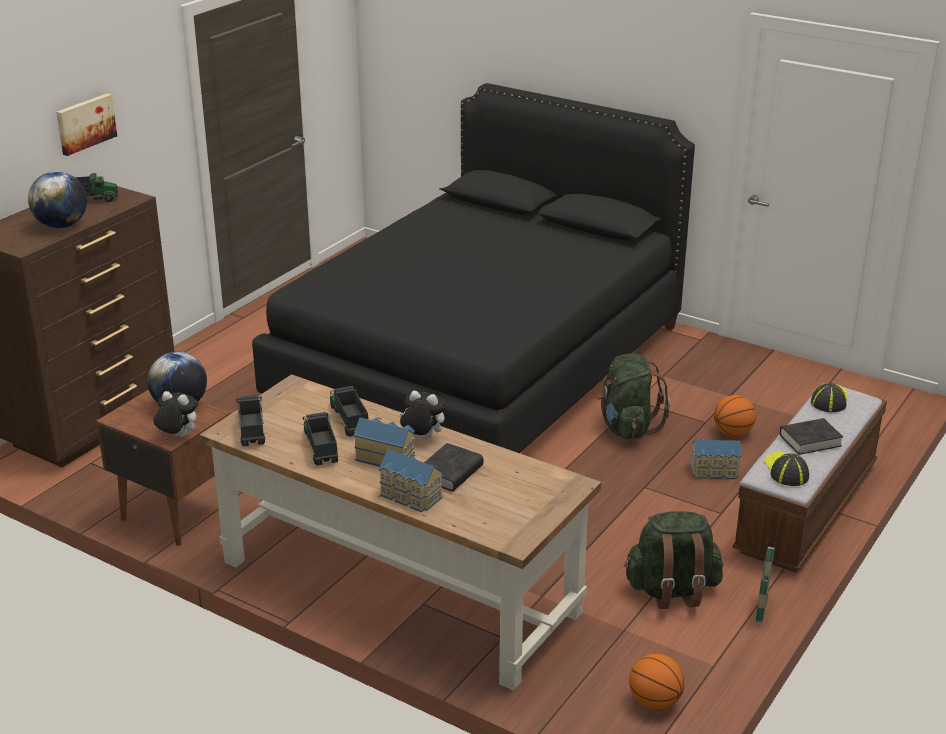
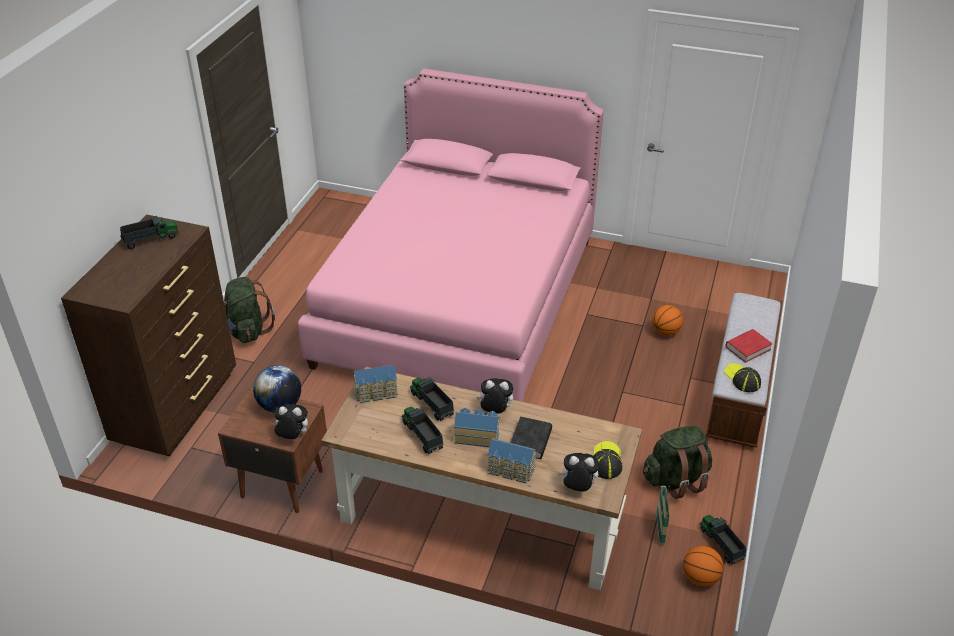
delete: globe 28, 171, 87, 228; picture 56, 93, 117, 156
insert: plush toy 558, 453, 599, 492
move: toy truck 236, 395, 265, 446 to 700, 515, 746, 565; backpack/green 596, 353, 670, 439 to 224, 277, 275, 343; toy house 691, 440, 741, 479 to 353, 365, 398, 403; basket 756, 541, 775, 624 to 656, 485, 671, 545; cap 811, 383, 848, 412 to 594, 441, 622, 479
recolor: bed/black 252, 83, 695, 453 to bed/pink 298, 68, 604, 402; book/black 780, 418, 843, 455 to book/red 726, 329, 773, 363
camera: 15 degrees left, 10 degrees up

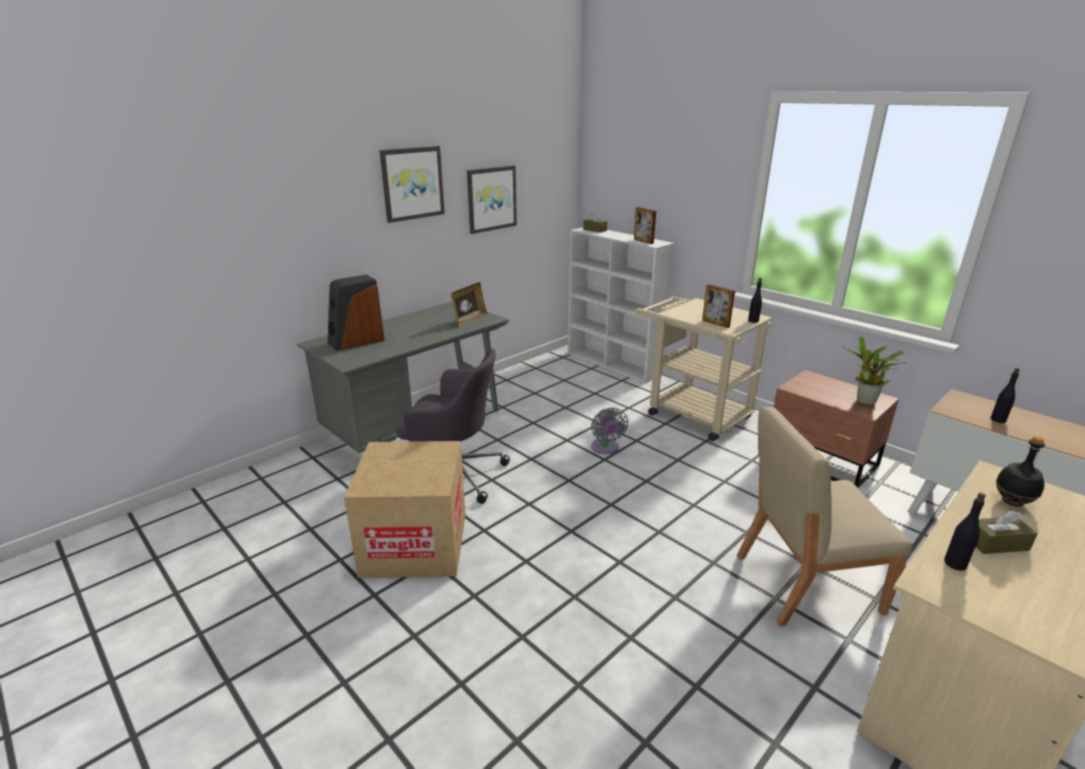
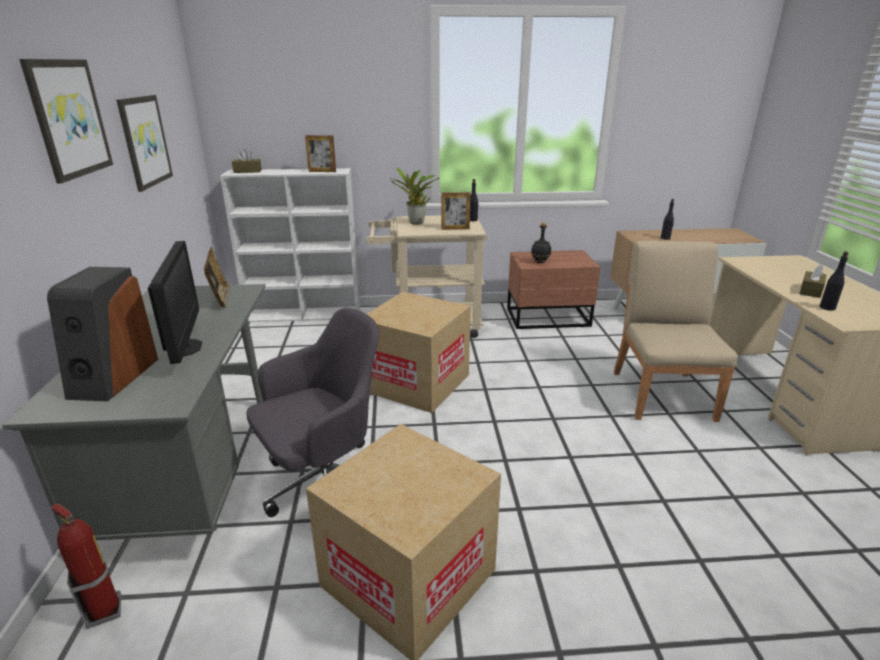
insert: fire extinguisher 51, 503, 121, 629; monitor 148, 241, 202, 364
move: potted plant 842, 336, 907, 405 to 389, 168, 440, 225; bottle/black 996, 436, 1045, 506 to 531, 223, 551, 263
replace: fan/grey 591, 408, 628, 454 to cardboard box 367, 292, 471, 413
rotate: chair/beige 737, 407, 912, 627 = 614, 241, 738, 422 150 degrees clockwise
camera: 50 degrees left, 0 degrees up

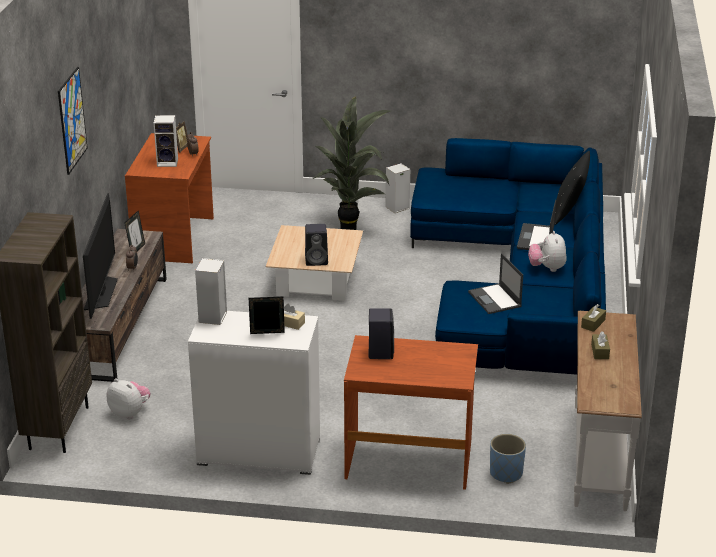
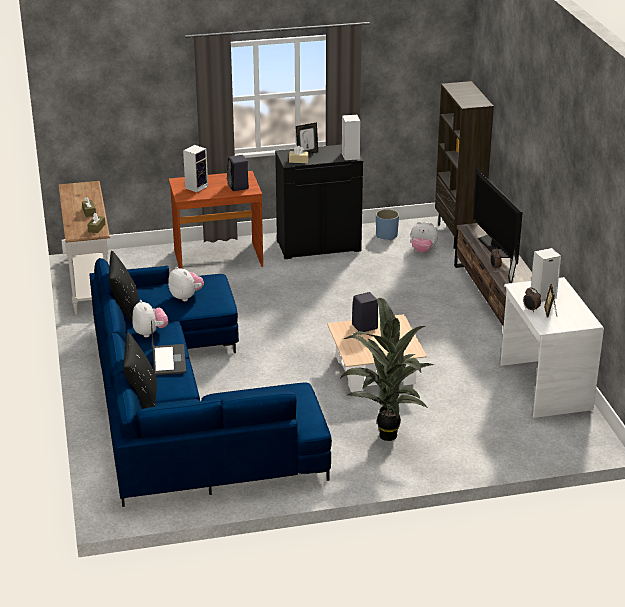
delete: picture 58, 67, 88, 175
insert: pillow/black 109, 250, 139, 321
move: speaker 386, 163, 410, 213 to 183, 145, 208, 192; planter/blue 490, 434, 526, 484 to 376, 209, 399, 240
replace: laptop 468, 253, 523, 314 to plush toy 168, 266, 204, 301
recolor: desk/brown 125, 133, 214, 263 to desk/white 500, 277, 604, 418; cabinet/white 188, 311, 320, 475 to cabinet/black 275, 144, 363, 259
camera: 160 degrees right, 0 degrees up

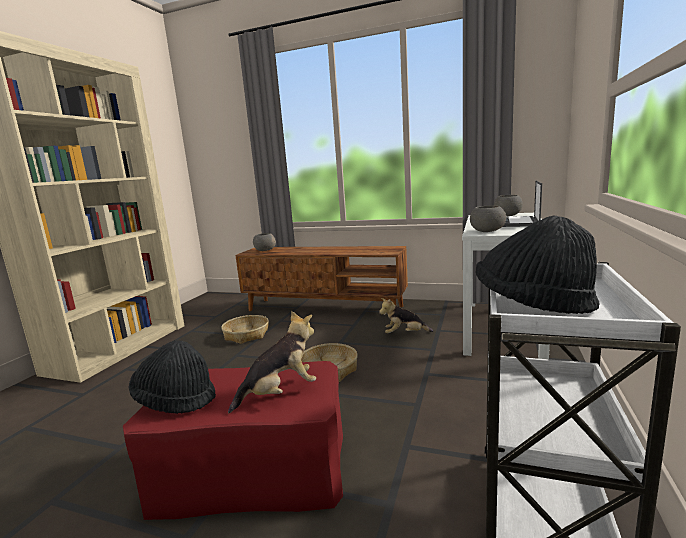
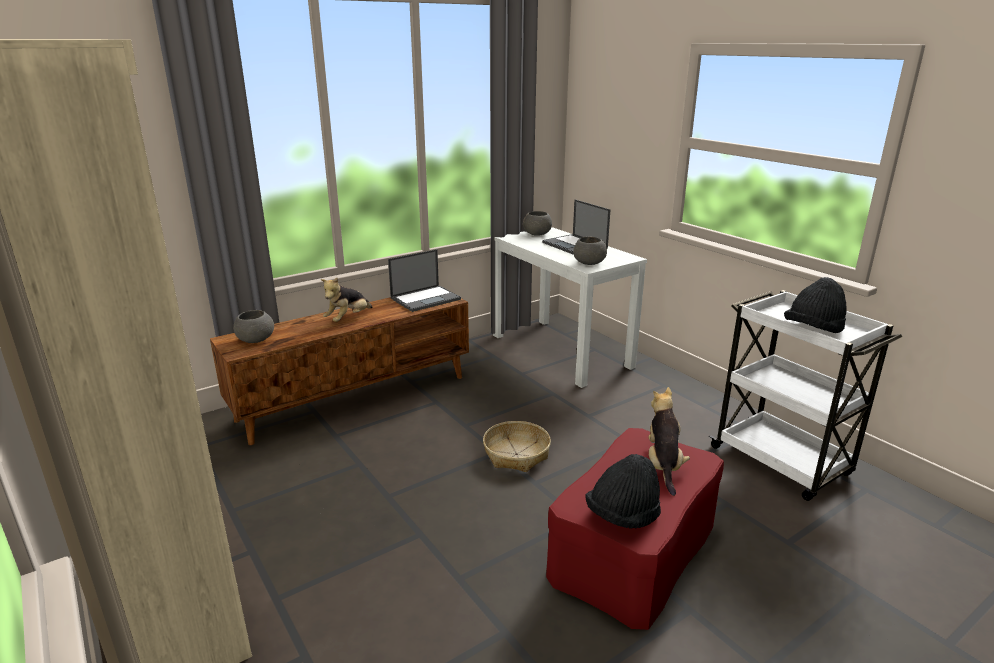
delete: basket 221, 315, 269, 344
insert: laptop 388, 249, 461, 312
move: plush toy 379, 298, 433, 333 to 321, 278, 373, 322
camera: 55 degrees left, 10 degrees up

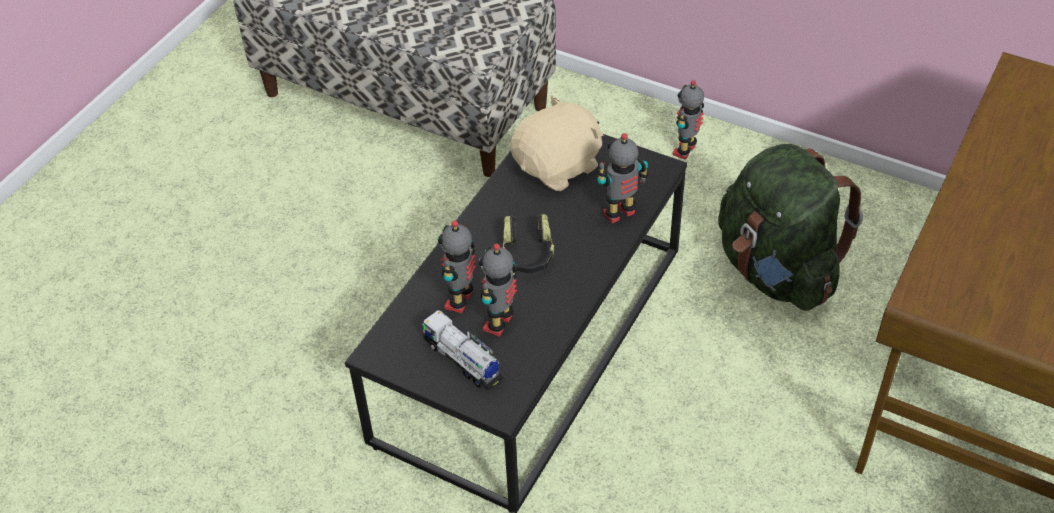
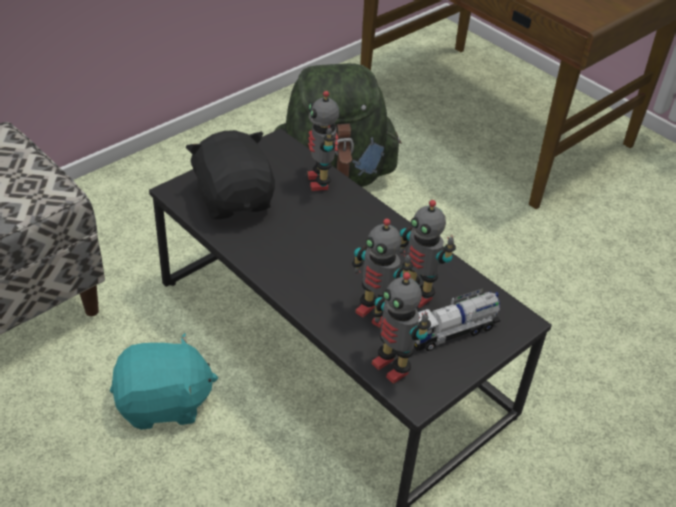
delete: headphones 502, 214, 554, 273
insert: plush toy/turquoise 110, 333, 218, 430
move: toy robot 672, 80, 704, 160 to 372, 272, 431, 384
recolor: plush toy/beige 510, 95, 603, 192 to plush toy/black 185, 130, 275, 219
camera: 75 degrees left, 5 degrees down

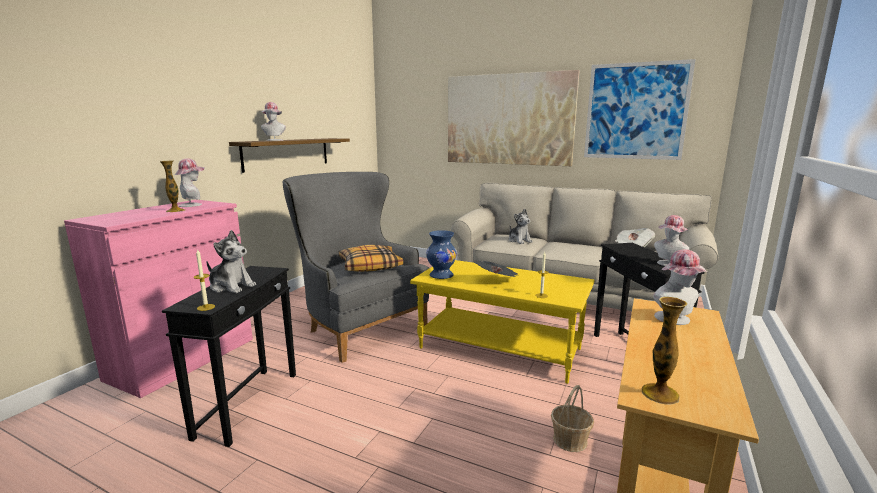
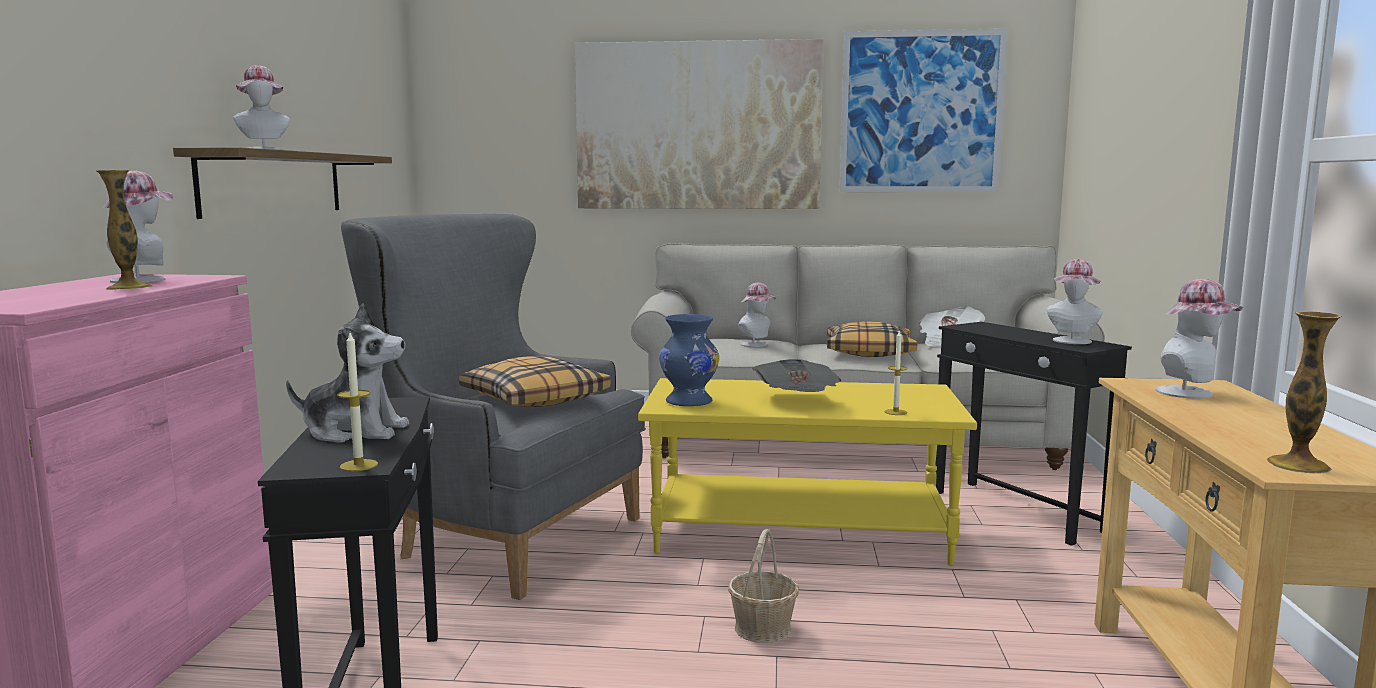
insert: pillow 827, 321, 917, 357
move: basket 551, 385, 594, 452 to 728, 529, 799, 643
replace: plush toy 509, 209, 533, 244 to hat 738, 283, 776, 347
camera: 20 degrees left, 5 degrees down

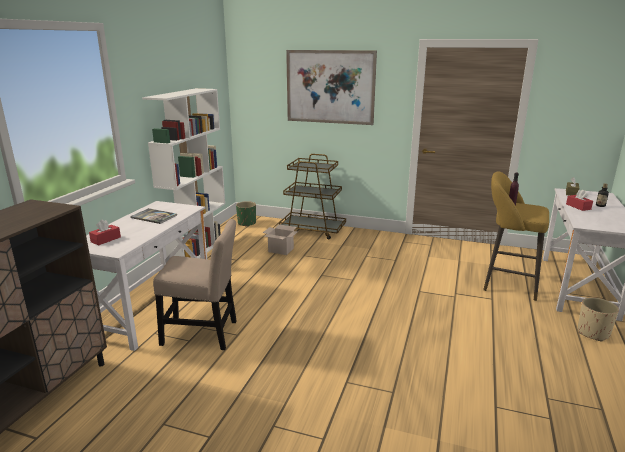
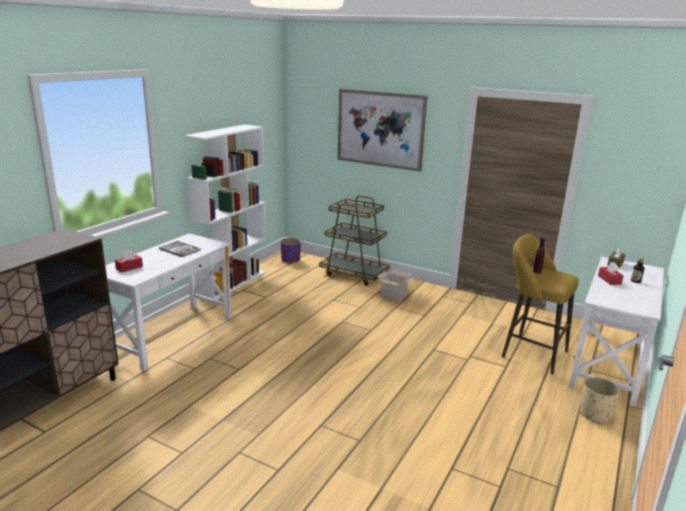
delete: chair/beige 153, 219, 237, 350
move: cardboard box 263, 224, 298, 255 to 377, 269, 413, 302
recolor: planter/green 236, 201, 256, 227 to planter/purple 280, 238, 301, 264
camera: 10 degrees right, 0 degrees up

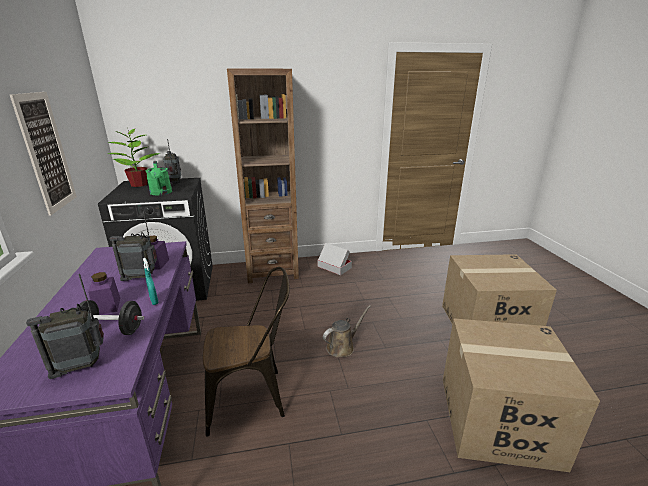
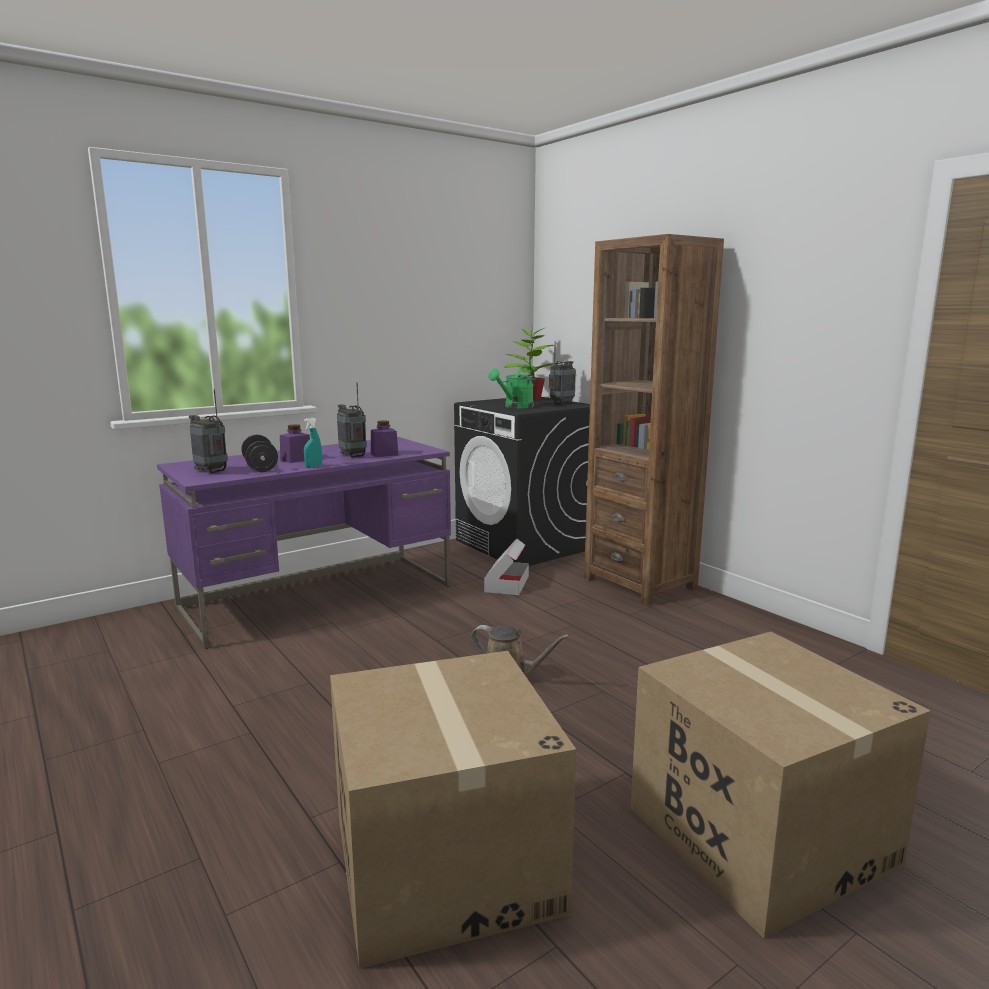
delete: picture 10, 92, 77, 216; chair/brown 203, 267, 290, 436
move: cardboard box 318, 243, 352, 275 to 484, 538, 529, 595
camera: 65 degrees right, 10 degrees down

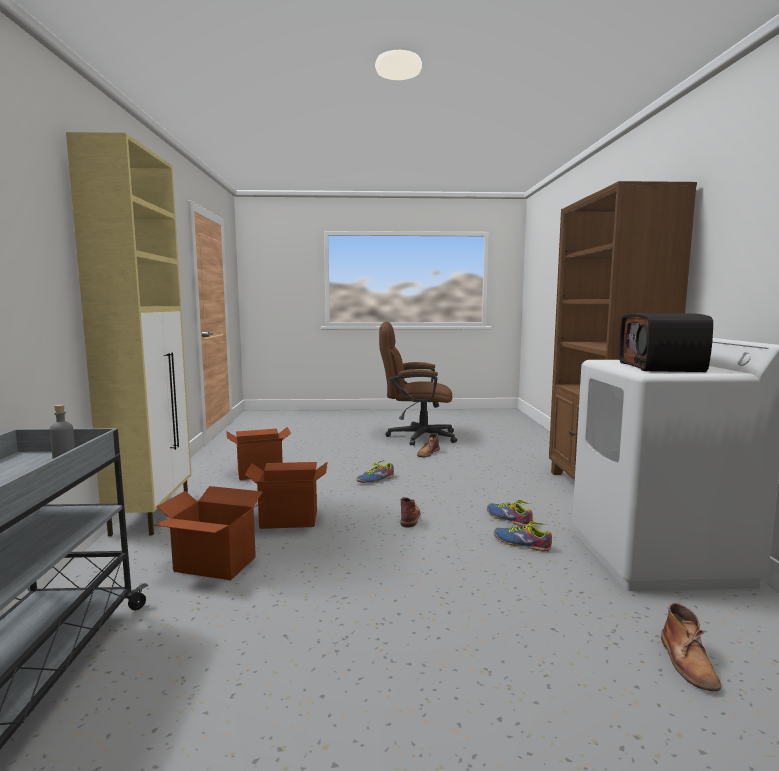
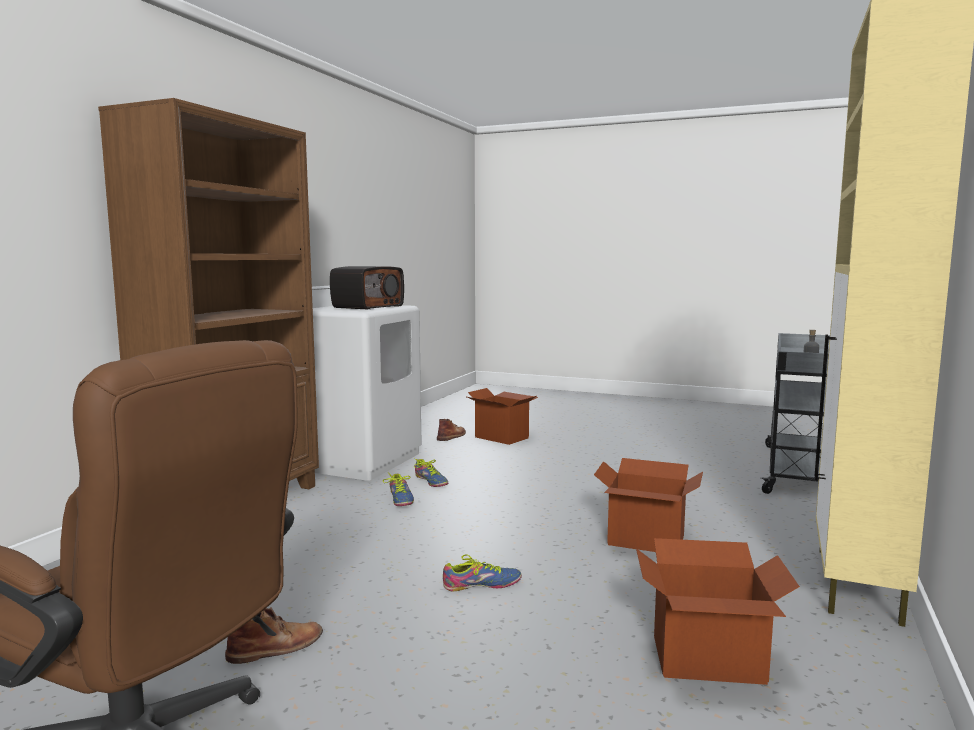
delete: boot/brown 400, 497, 420, 528
move: cardboard box 154, 486, 265, 580 to 467, 388, 538, 445
camera: 155 degrees left, 0 degrees up

